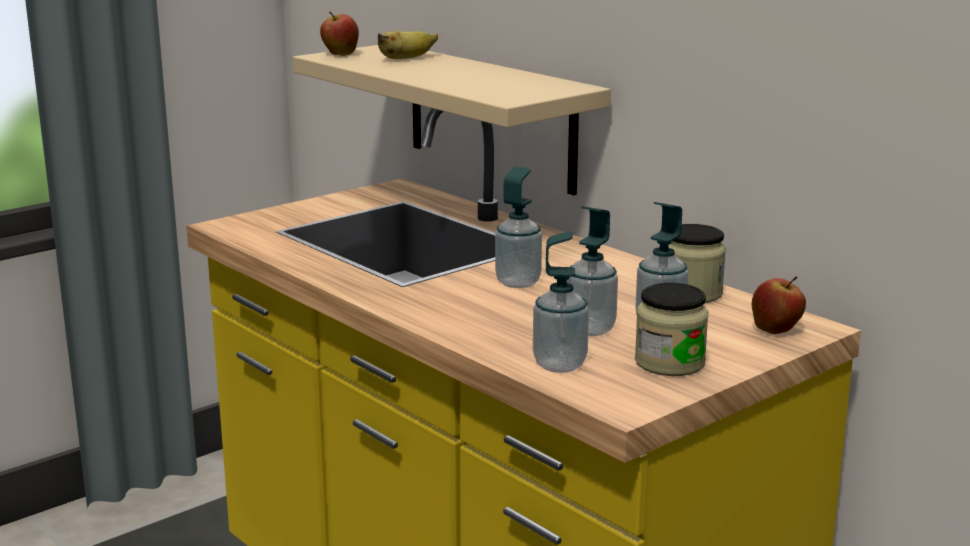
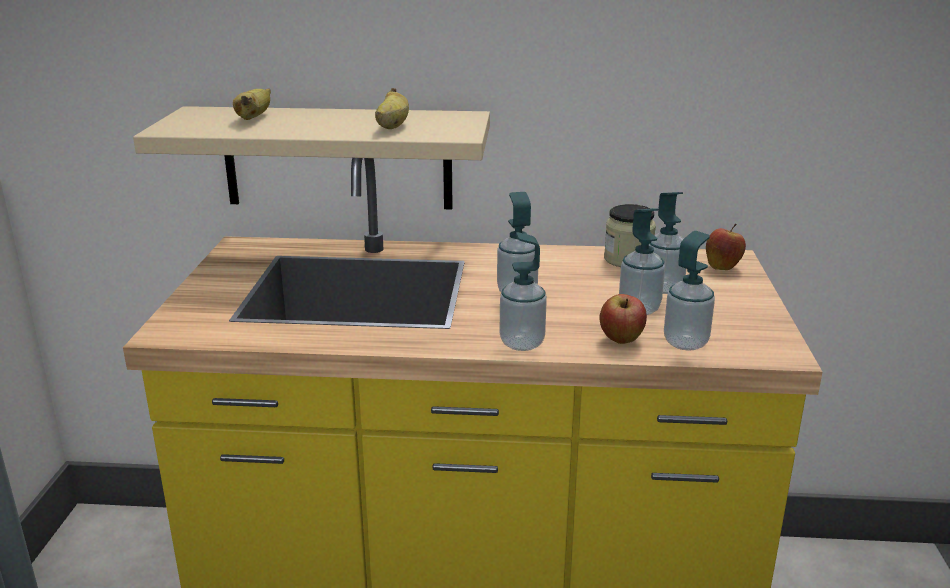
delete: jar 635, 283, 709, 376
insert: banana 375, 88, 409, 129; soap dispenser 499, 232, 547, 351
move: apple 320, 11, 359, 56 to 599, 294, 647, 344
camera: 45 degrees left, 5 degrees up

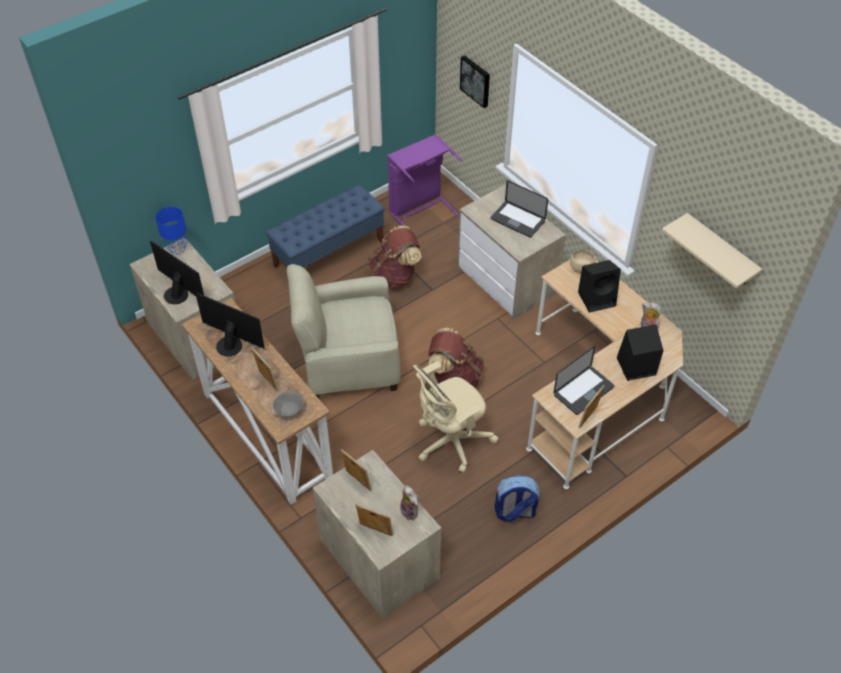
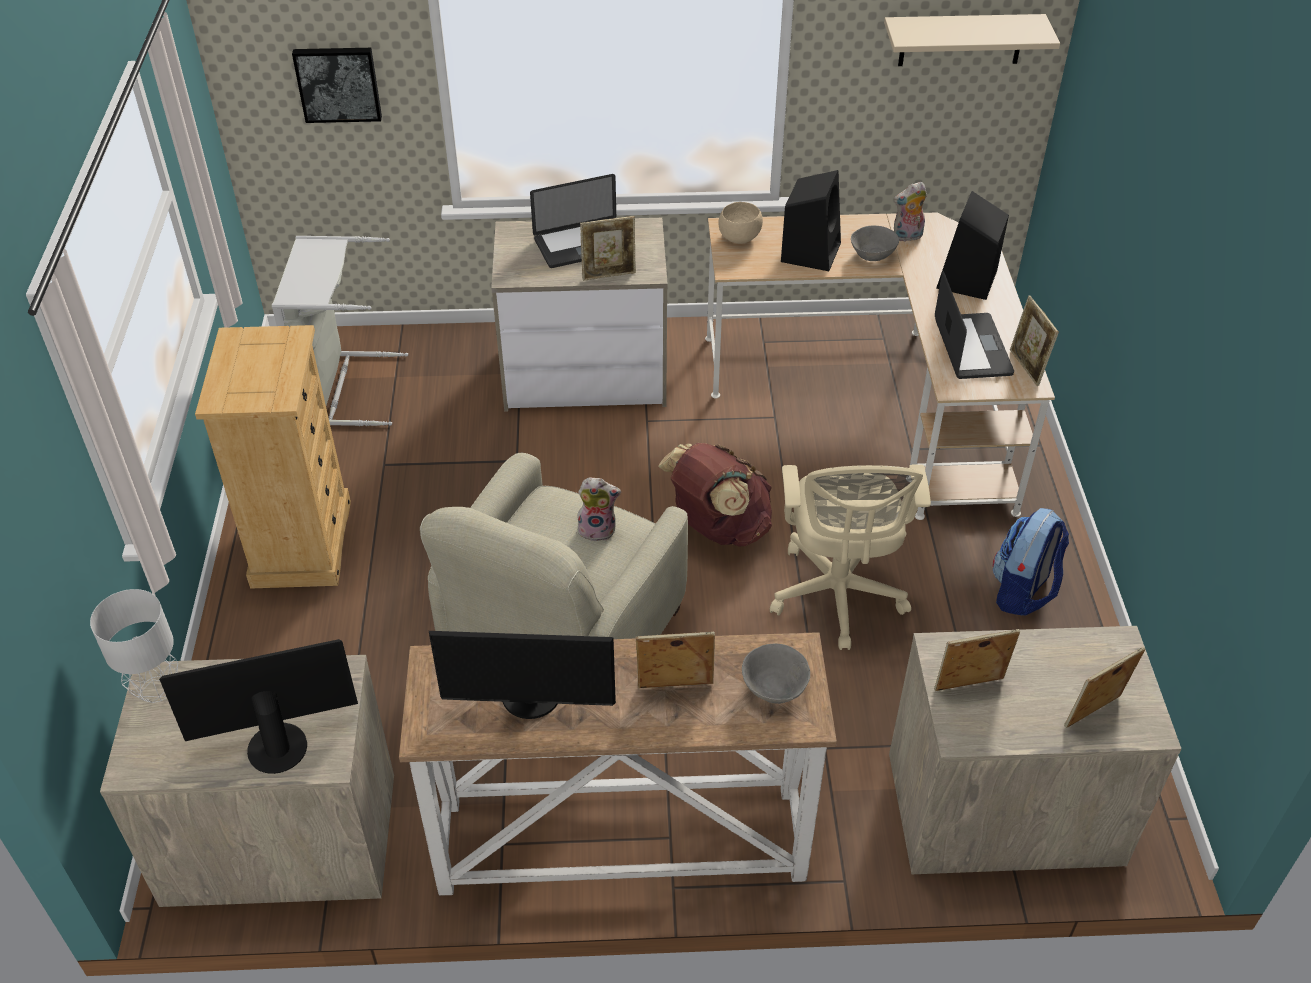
delete: backpack/brown 368, 226, 421, 288
insert: picture frame 580, 216, 636, 281; bowl/grey 851, 225, 899, 261
move: plush toy 400, 485, 419, 520 to 576, 478, 621, 542
replace: bench/blue 266, 185, 385, 268 to dresser/beige 195, 325, 351, 589
recolor: table lamp/blue 155, 207, 187, 255 to table lamp/grey 90, 589, 178, 703; laundry basket/purple 387, 134, 463, 226 to laundry basket/grey 272, 236, 408, 426
rotate: monitor 195, 293, 264, 356 = 429, 631, 616, 719 150 degrees counterclockwise
camera: 55 degrees left, 5 degrees down

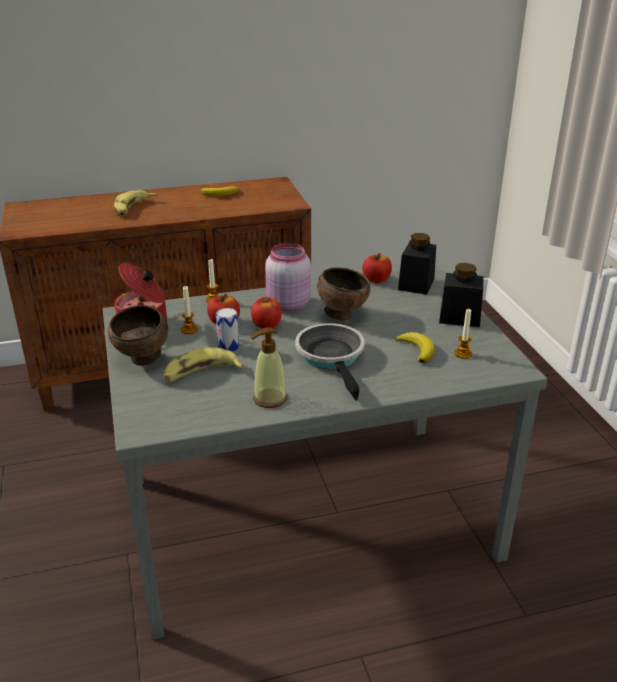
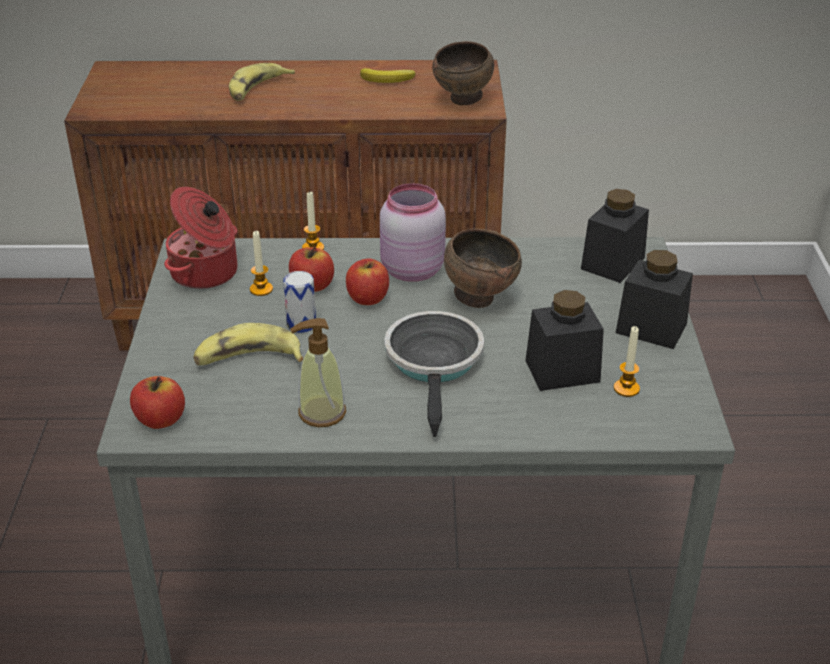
move: bowl/brown 108, 305, 168, 366 to 432, 41, 494, 105; apple 362, 253, 392, 283 to 130, 376, 185, 429
replace: banana 396, 332, 435, 363 to jar/black 525, 290, 604, 391
camera: 15 degrees right, 5 degrees up

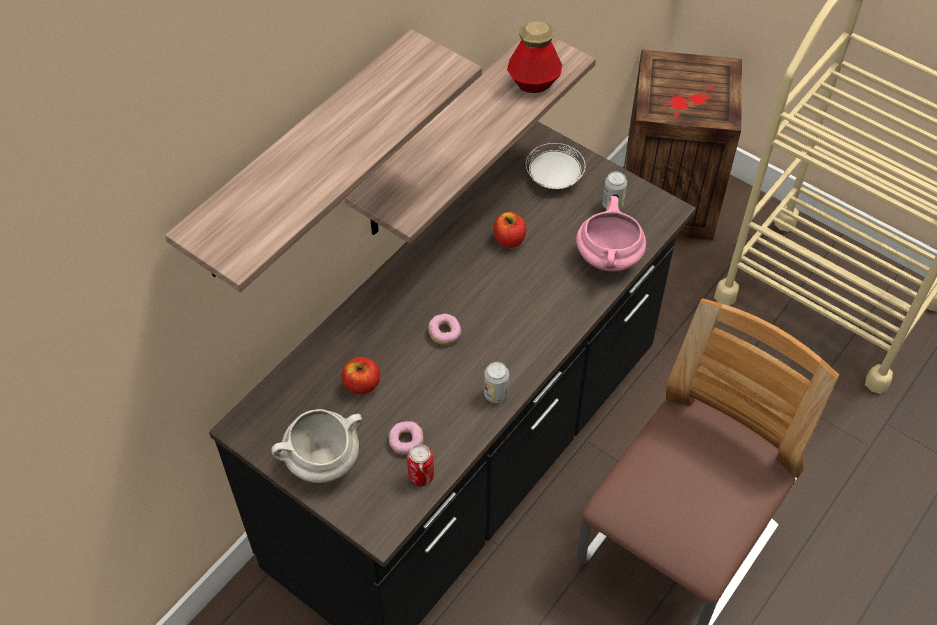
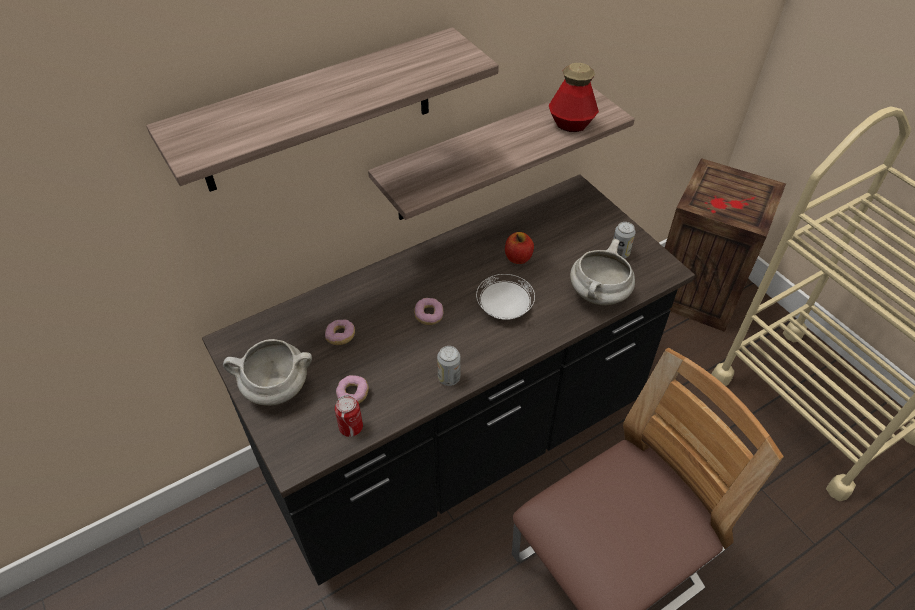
move: plate/white 526, 143, 585, 189 to 476, 274, 535, 320
replace: apple 342, 357, 380, 394 to donut 325, 319, 355, 345
recolor: cooking pot/pink 576, 196, 646, 272 to cooking pot/white 570, 239, 635, 305
camera: 20 degrees right, 5 degrees down

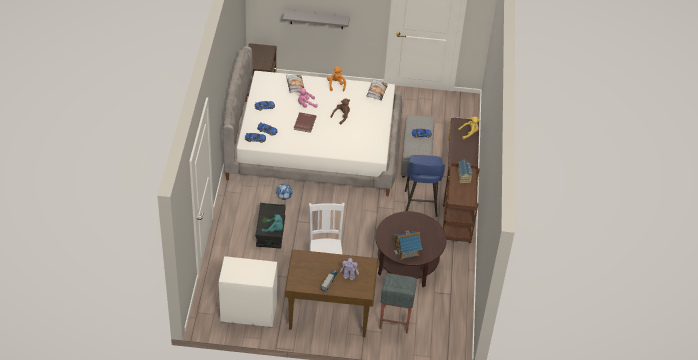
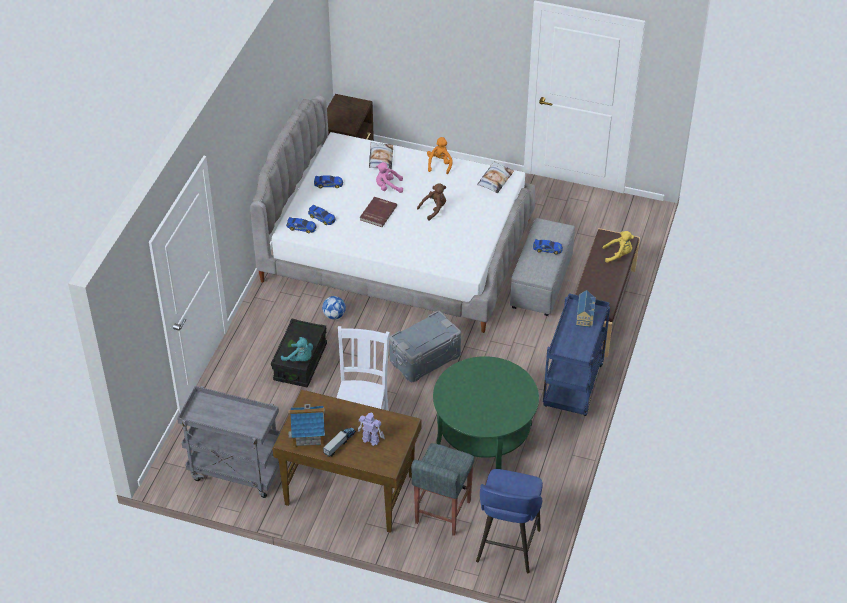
delete: shelf/grey 283, 10, 350, 29
insert: storage box/grey 389, 311, 461, 382
move: toy house 394, 231, 422, 260 to 288, 404, 325, 447; stool/blue 405, 155, 445, 217 to 476, 469, 543, 573
replace: dresser/white 219, 256, 277, 328 to cart/grey 177, 386, 281, 498
recolor: coffee table/brown 375, 211, 447, 287 to coffee table/green 433, 356, 539, 469; cart/brown 443, 163, 479, 243 to cart/blue 543, 293, 610, 416
camera: 15 degrees right, 0 degrees up

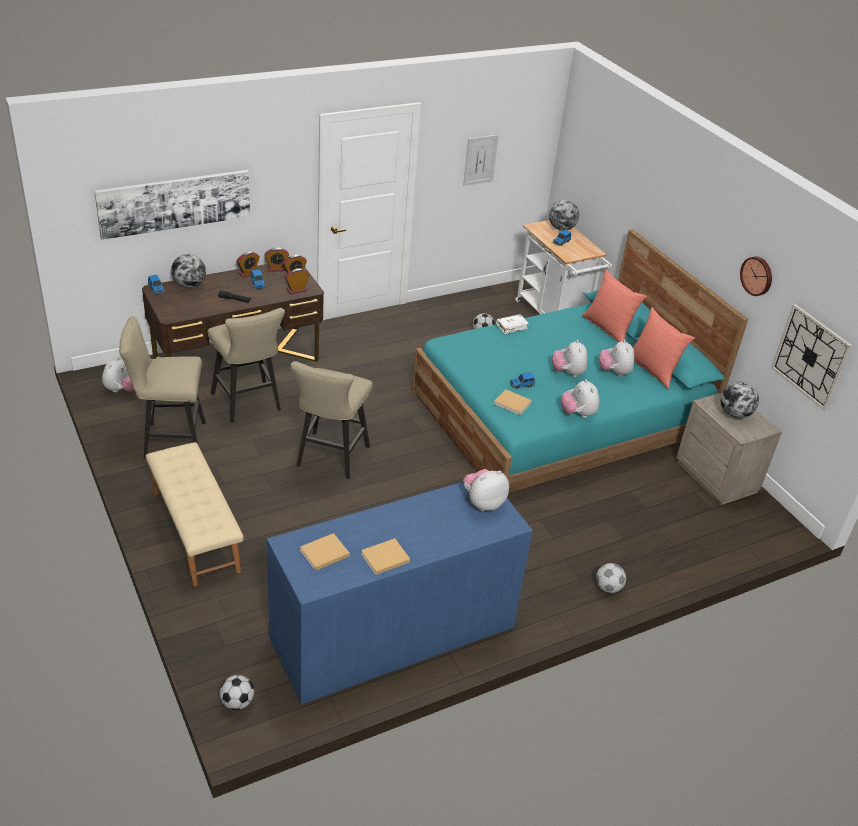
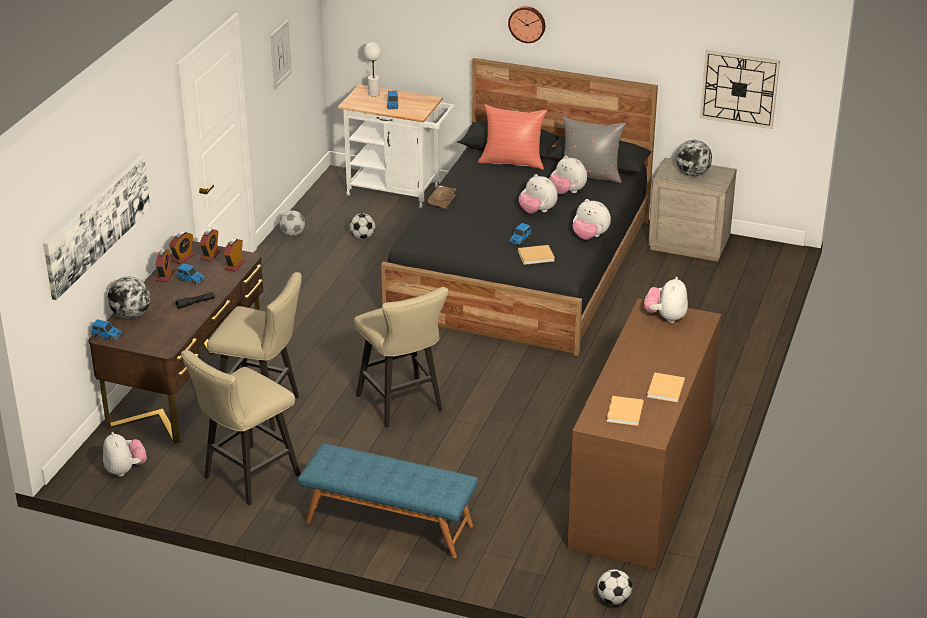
move: football 596, 563, 626, 593 to 279, 210, 305, 236; wall clock 740, 256, 772, 296 to 508, 6, 545, 43
replace: globe 549, 200, 579, 231 to table lamp/white 364, 42, 382, 97
recolor: bench/beige 146, 442, 244, 586 to bench/blue 298, 443, 478, 558; dresser/blue 267, 482, 533, 704 to dresser/brown 567, 299, 721, 569; bed/turquoise 412, 229, 748, 493 to bed/black 381, 58, 658, 356; book/white 496, 314, 529, 334 to book/brown 427, 185, 456, 209; pillow/red 633, 307, 695, 389 to pillow/grey 562, 116, 626, 183
camera: 40 degrees left, 5 degrees down

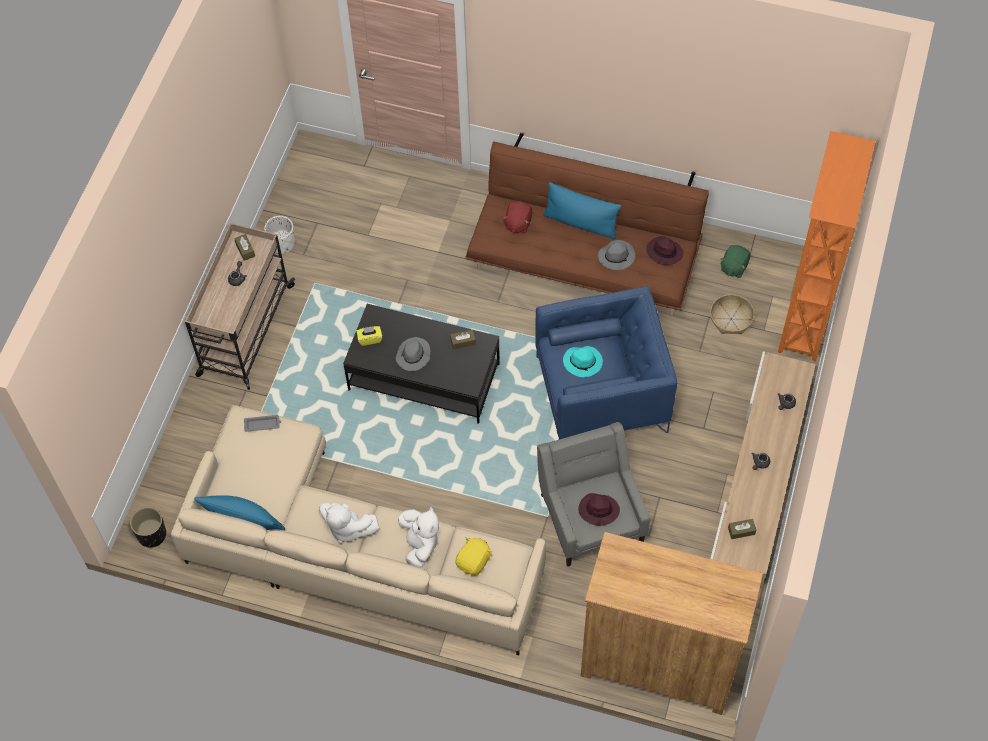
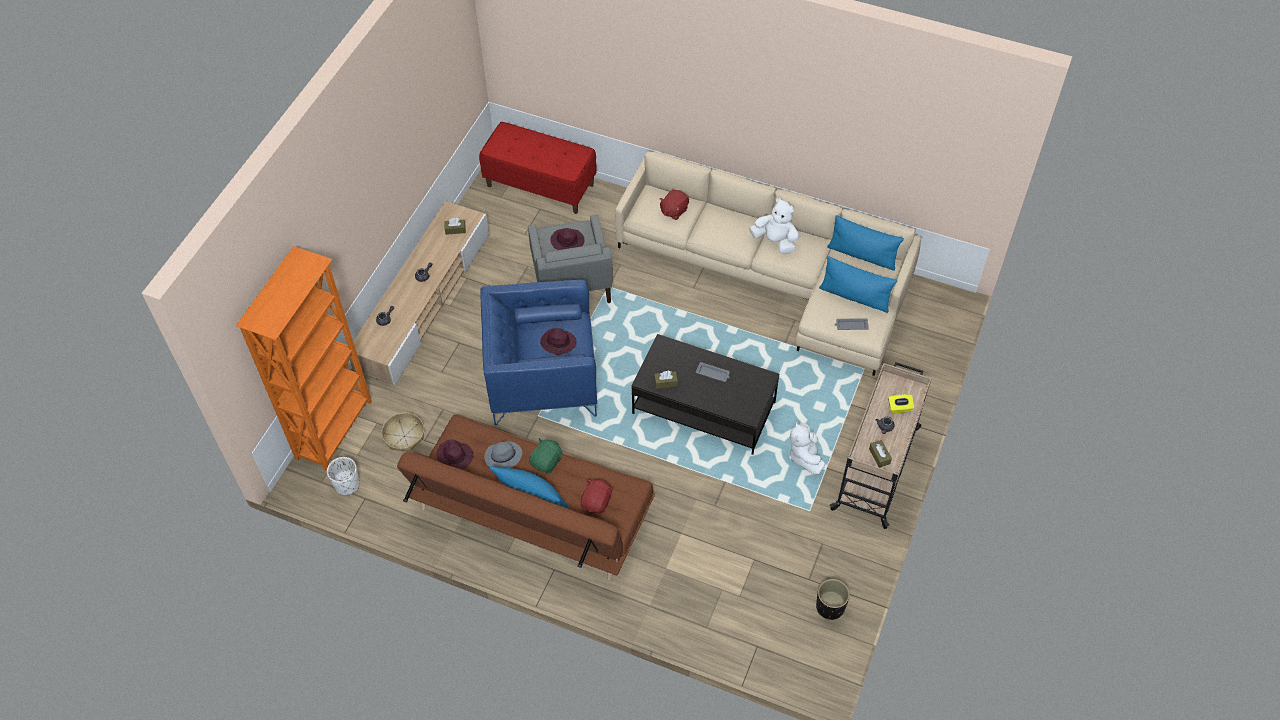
insert: pillow/blue 819, 256, 897, 313
move: planter/black 130, 507, 166, 548 to 816, 579, 850, 620; planter/white 264, 216, 295, 254 to 327, 457, 360, 495; tissue box/yellow 356, 326, 382, 346 to 888, 394, 914, 414; plush toy/white 398, 507, 439, 568 to 789, 421, 825, 475; plush toy/green 720, 245, 750, 278 to 529, 438, 563, 473
replace: hat/grey 396, 337, 430, 371 to tray/grey 696, 362, 730, 382; dresser/brown 581, 532, 763, 715 to bench/red 479, 122, 597, 214
recolor: plush toy/yellow 455, 537, 492, 575 to plush toy/red 659, 189, 689, 220; hat/turquoise 563, 346, 603, 377 to hat/purple 540, 328, 577, 355
camera: 175 degrees left, 5 degrees down

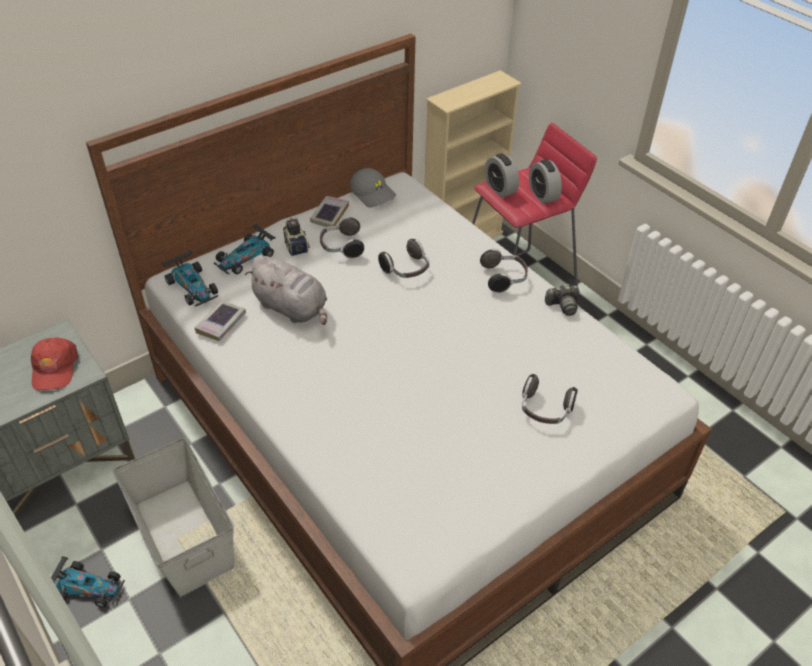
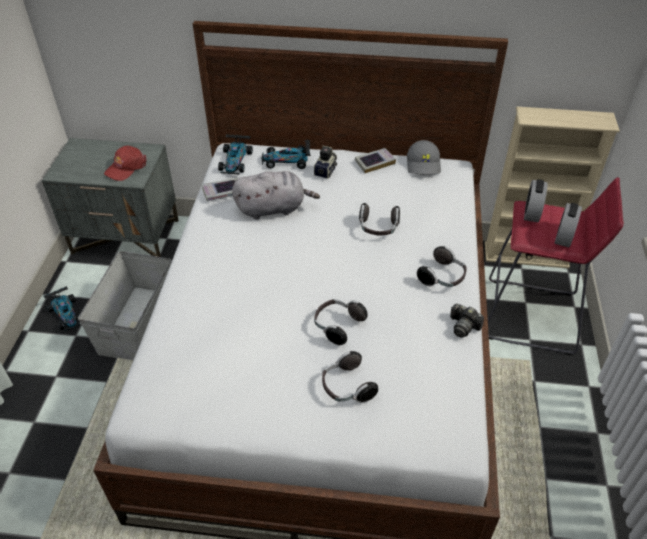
move: headphones 320, 217, 364, 259 to 314, 299, 368, 345
rotate: plush toy/grey 245, 255, 327, 325 = 232, 171, 320, 220 90 degrees counterclockwise
camera: 45 degrees right, 0 degrees up

